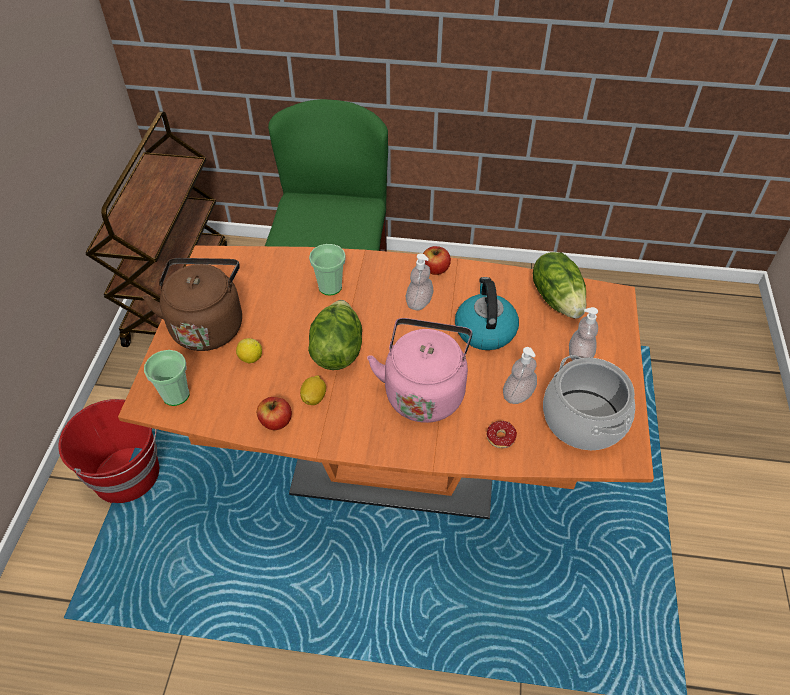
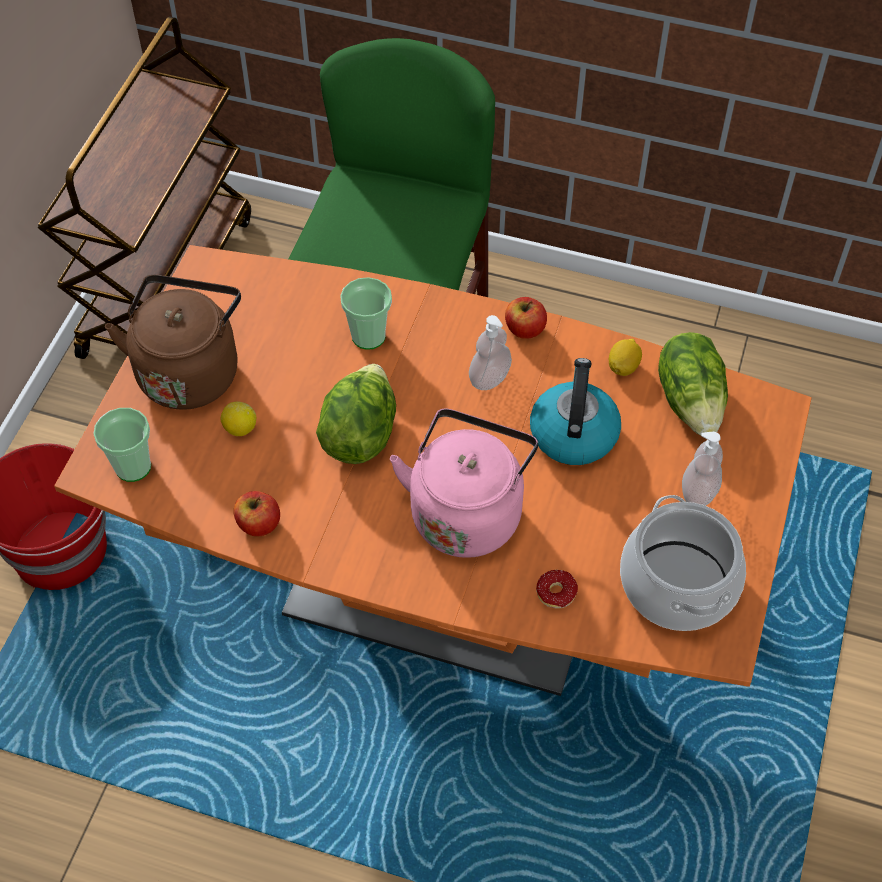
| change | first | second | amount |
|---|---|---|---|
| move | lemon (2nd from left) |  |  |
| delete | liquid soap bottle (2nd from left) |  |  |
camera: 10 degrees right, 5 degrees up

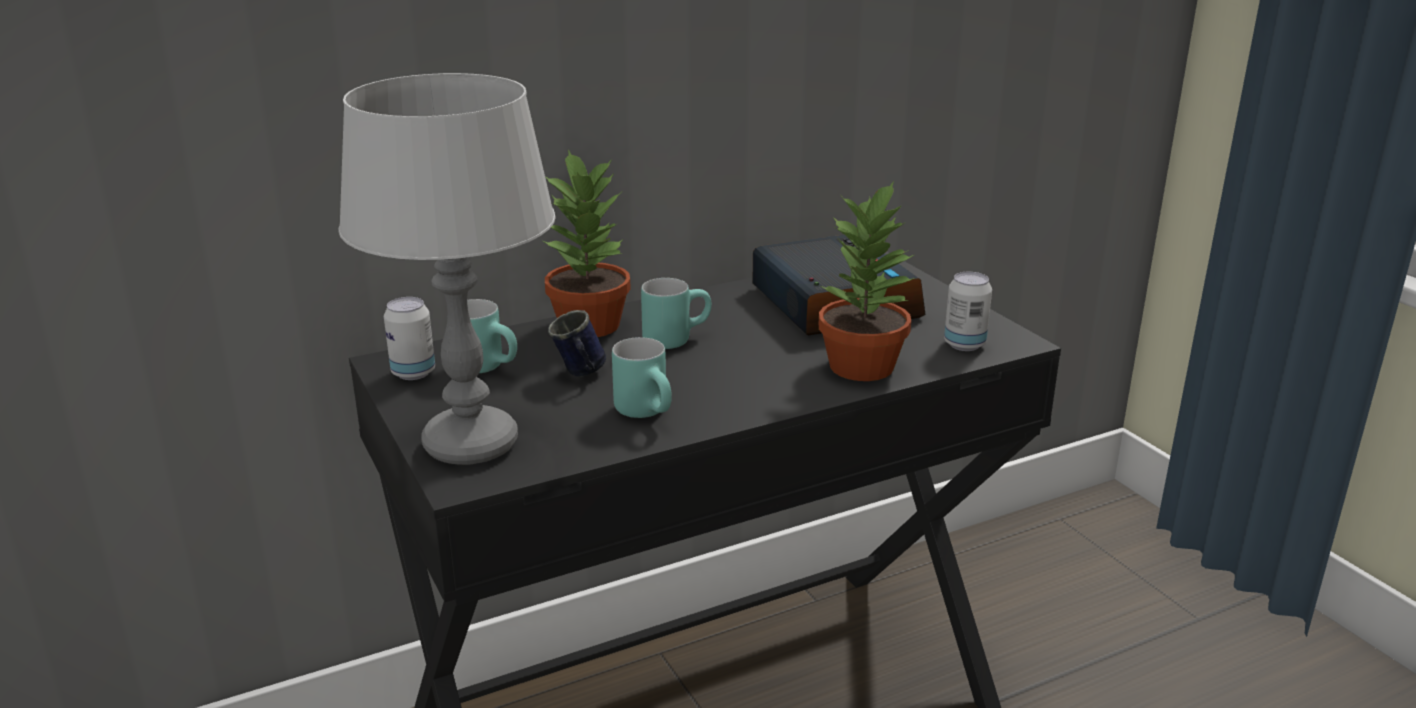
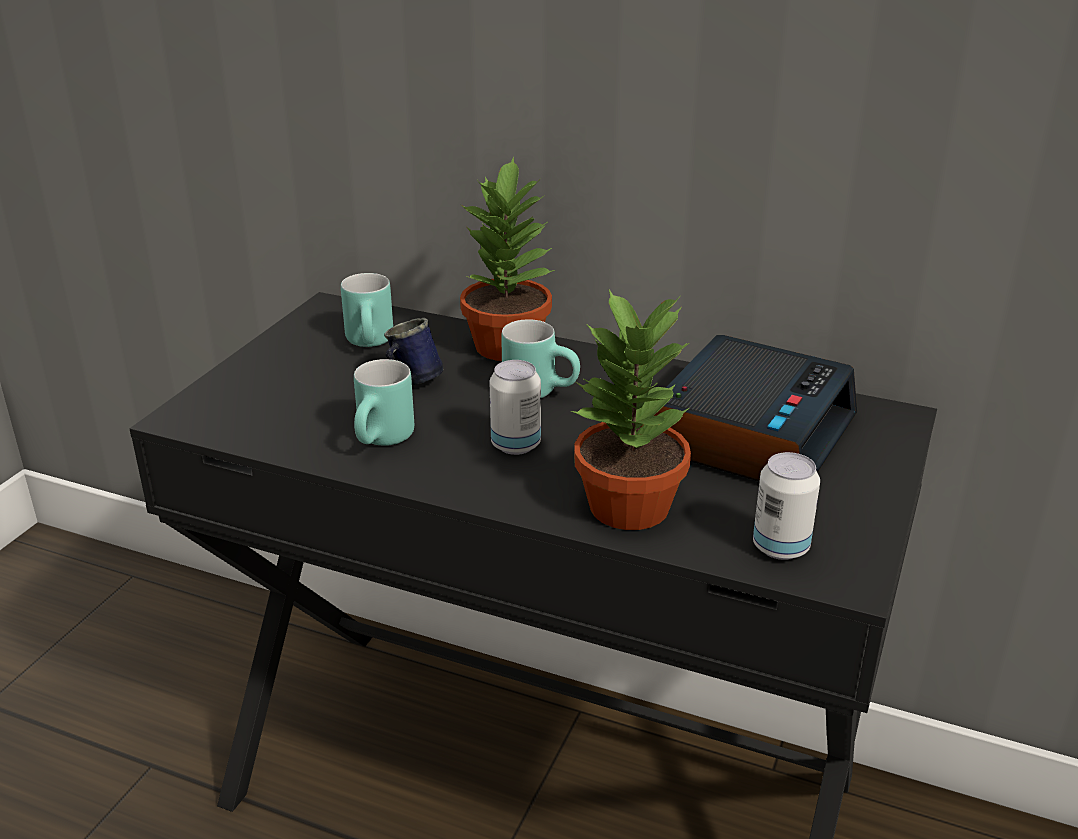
| change | first | second | amount |
|---|---|---|---|
| move | sealed can (1st from left) |  |  |
| delete | table lamp (grey) |  |  |
camera: 50 degrees right, 5 degrees up

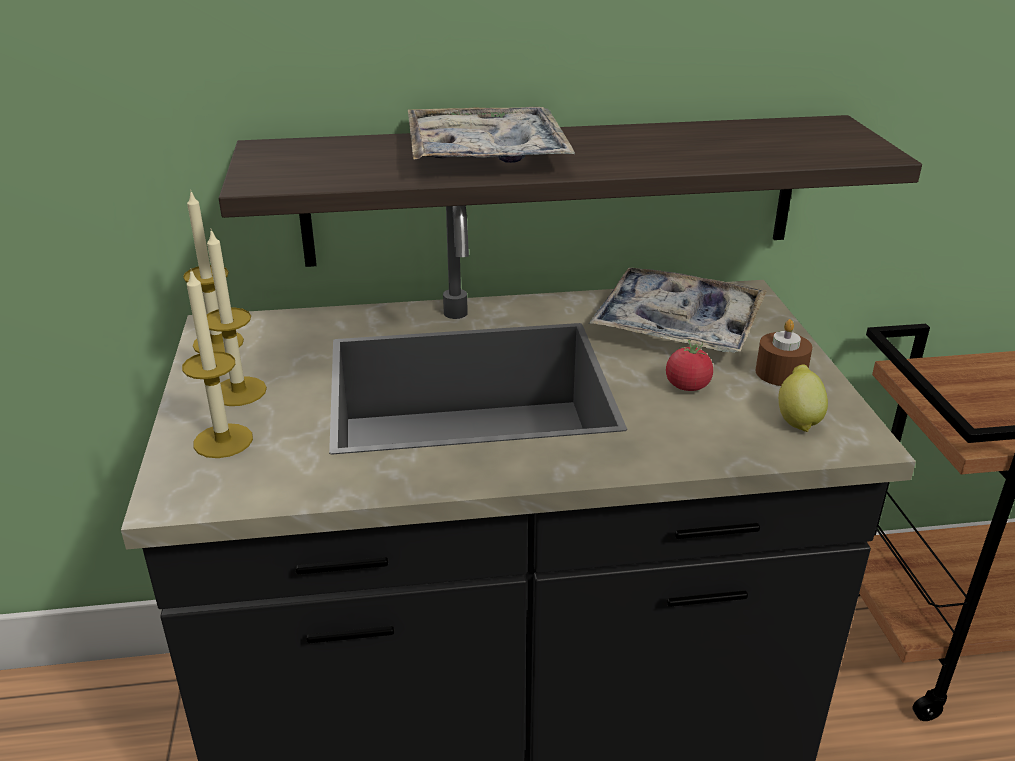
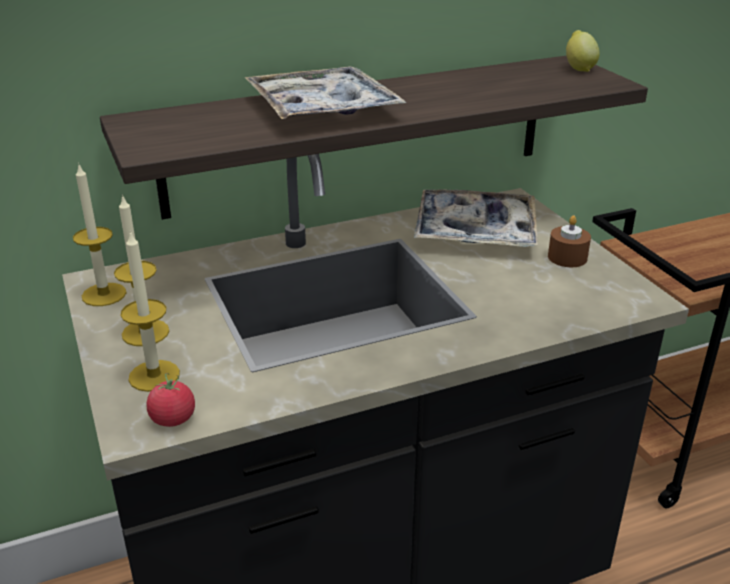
| change | first | second | amount |
|---|---|---|---|
| move | tomato |  |  |
| move | lemon |  |  |
camera: 15 degrees left, 0 degrees up

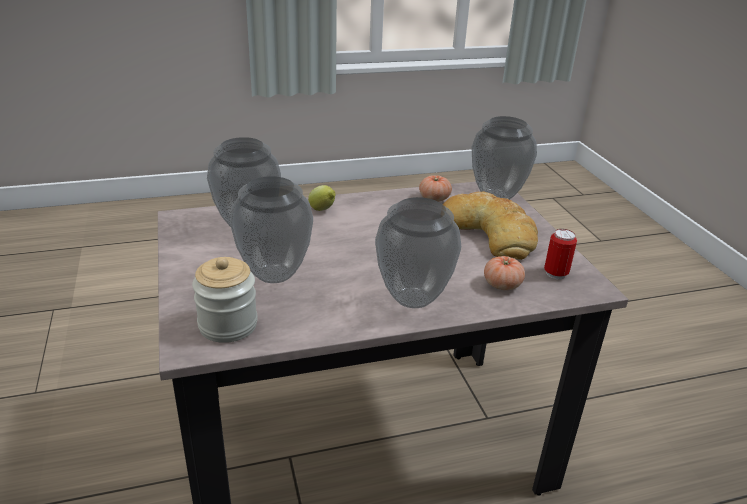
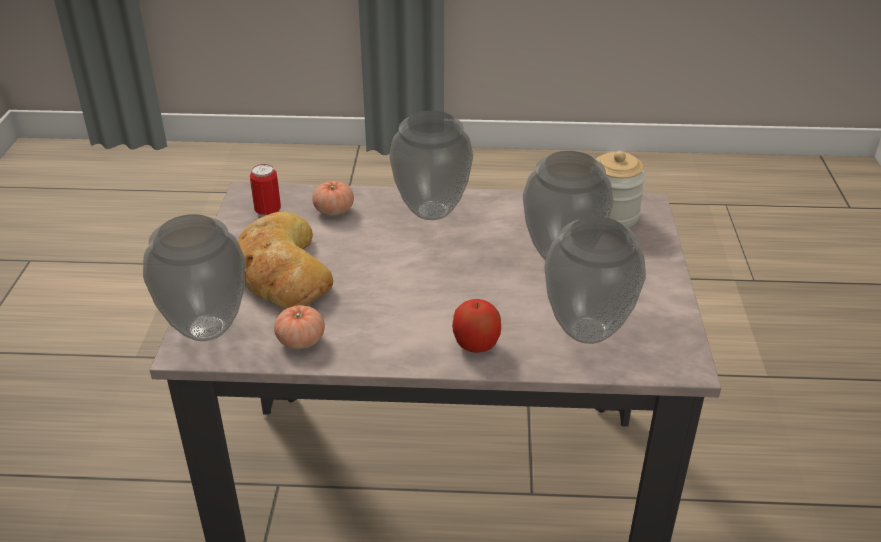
| change | first | second | amount |
|---|---|---|---|
| replace | lemon | whole apple |  |
camera: 160 degrees left, 5 degrees up

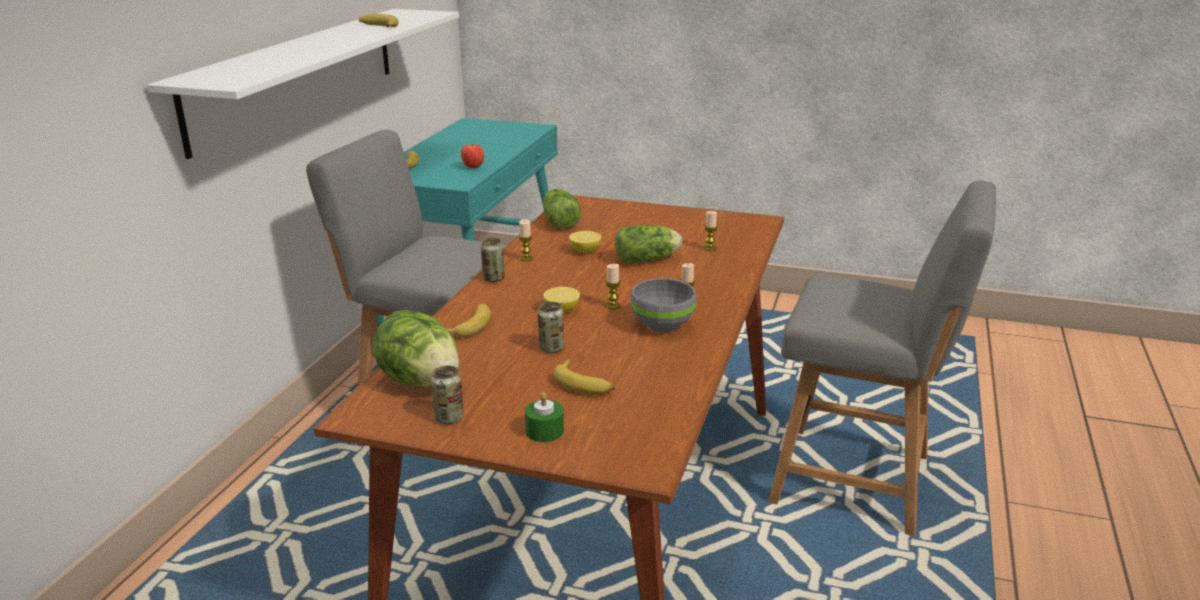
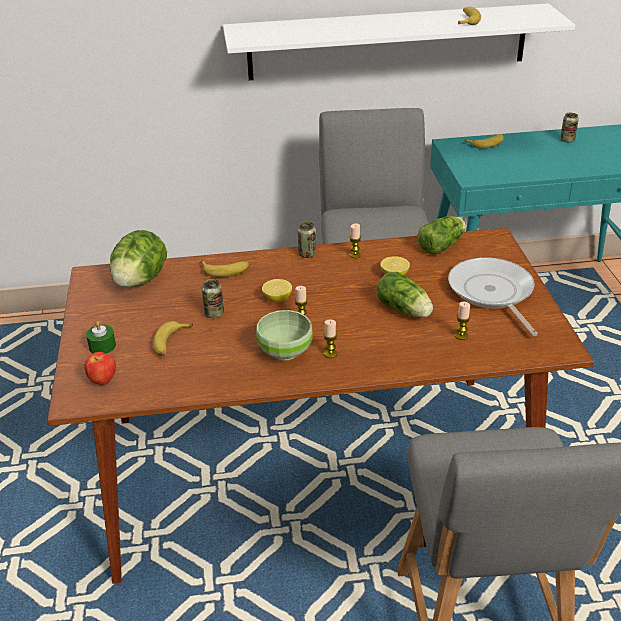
| change | first | second | amount |
|---|---|---|---|
| move | whole apple |  |  |
| recolor | deep dish (grey) | deep dish (green) |  |
| insert |  | frying pan |  |
| move | sealed can (1st from left in the first image) | sealed can (3rd from left) |  |
camera: 65 degrees right, 10 degrees up

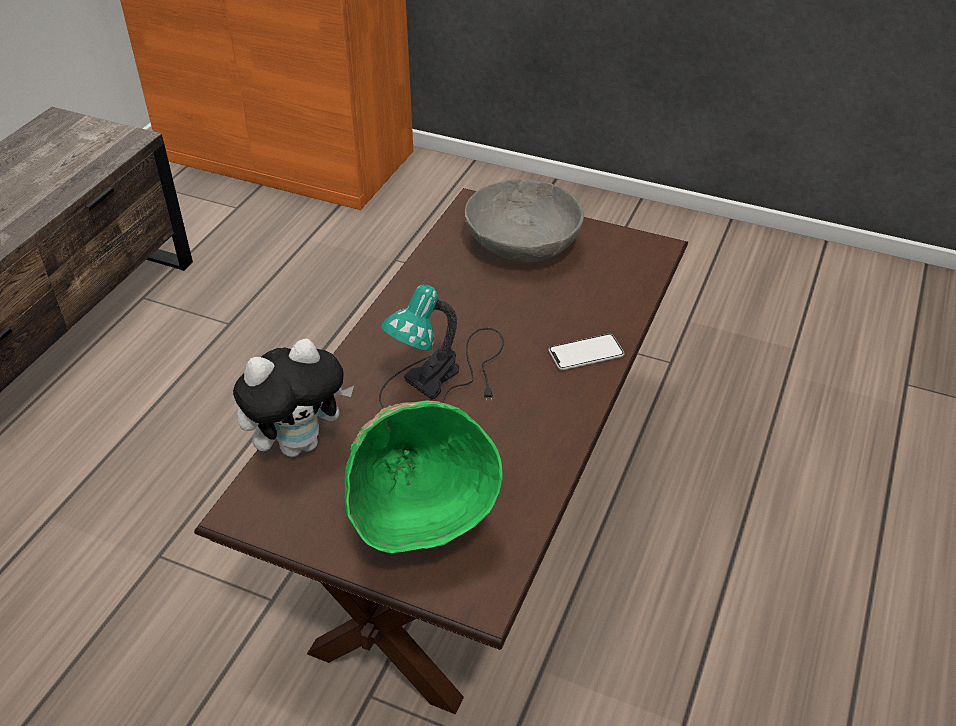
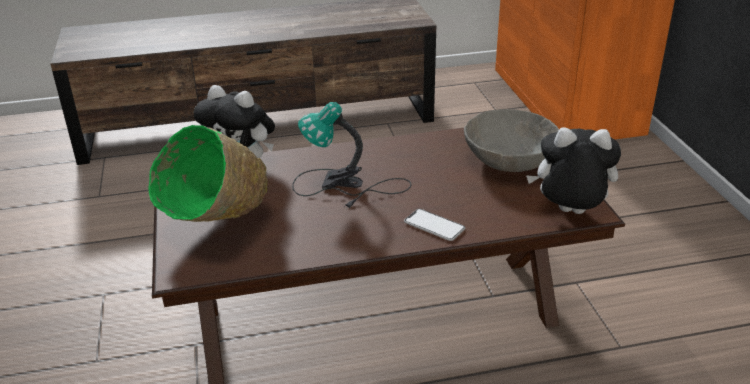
| change | first | second | amount |
|---|---|---|---|
| insert |  | cuddly toy (2nd from left) |  |
camera: 55 degrees right, 10 degrees down

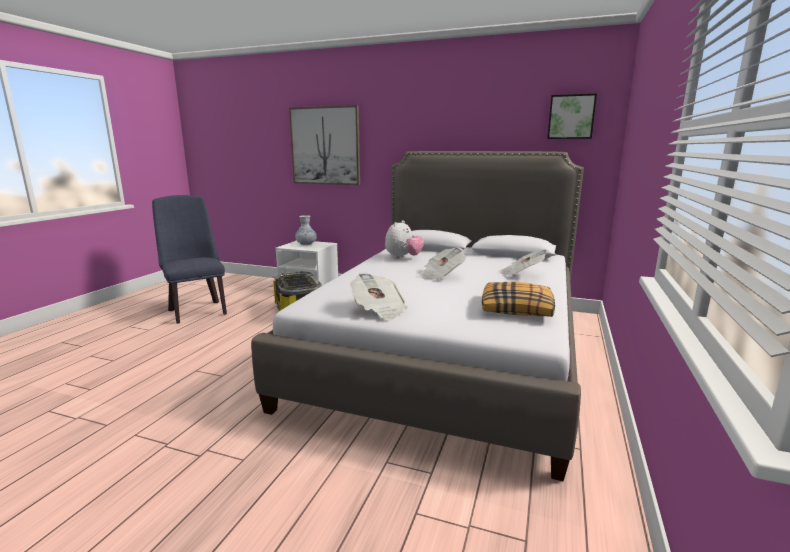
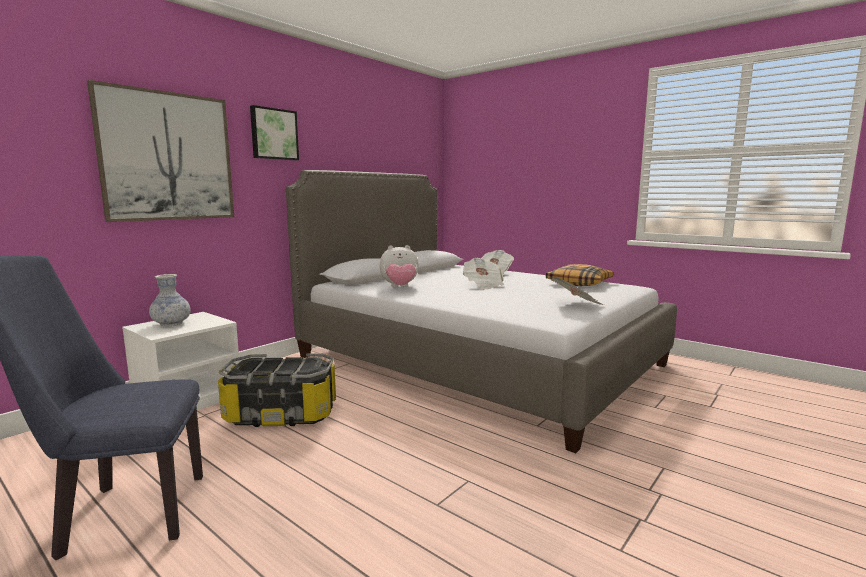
| change | first | second | amount |
|---|---|---|---|
| move | wall art (2nd from left) |  |  |
| rotate | cuddly toy |  | 120 degrees clockwise |
camera: 70 degrees left, 5 degrees down

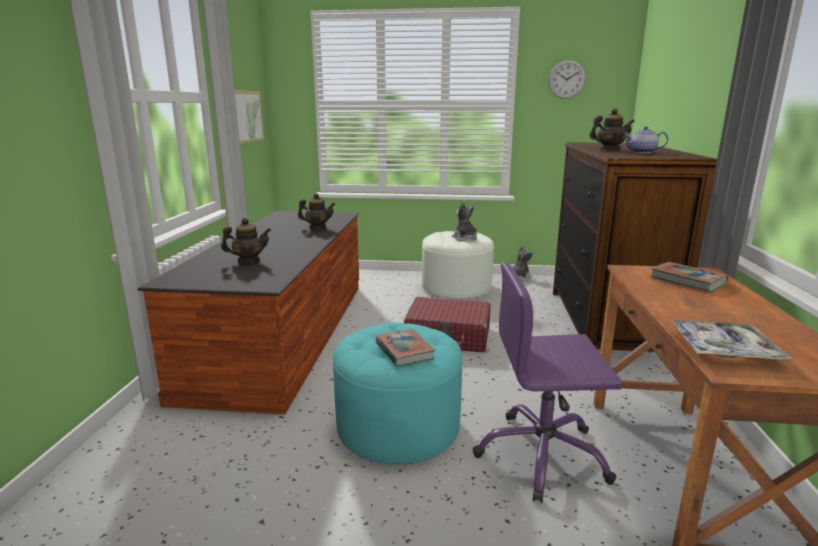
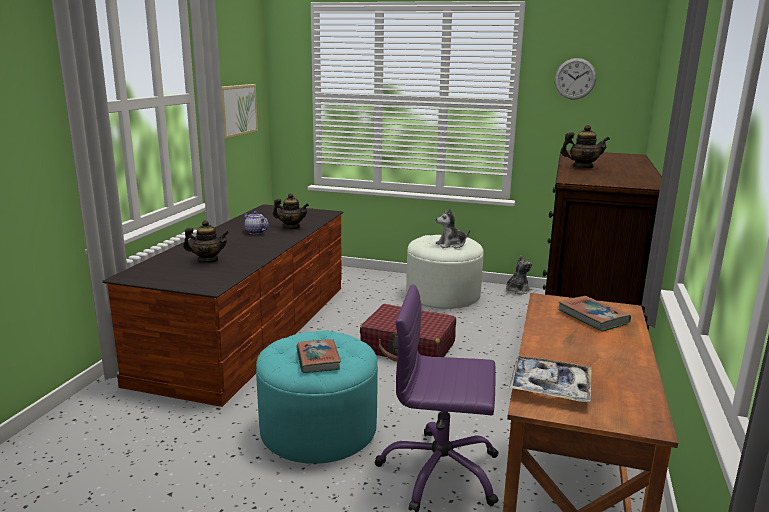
| change | first | second | amount |
|---|---|---|---|
| move | teapot (4th from left in the first image) | teapot (2nd from left) |  |
| rotate | cuddly toy (1st from left) |  | 90 degrees counterclockwise |
camera: 10 degrees right, 0 degrees up

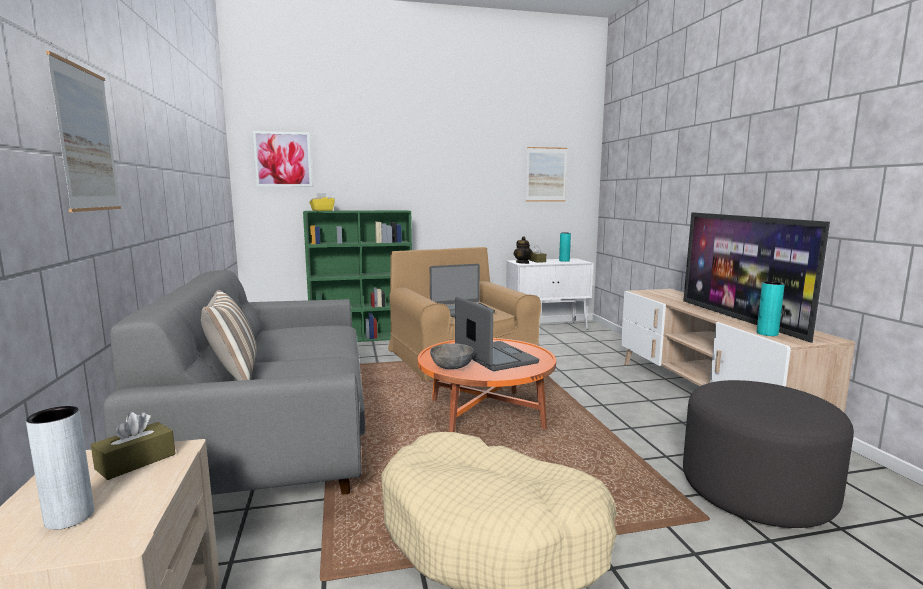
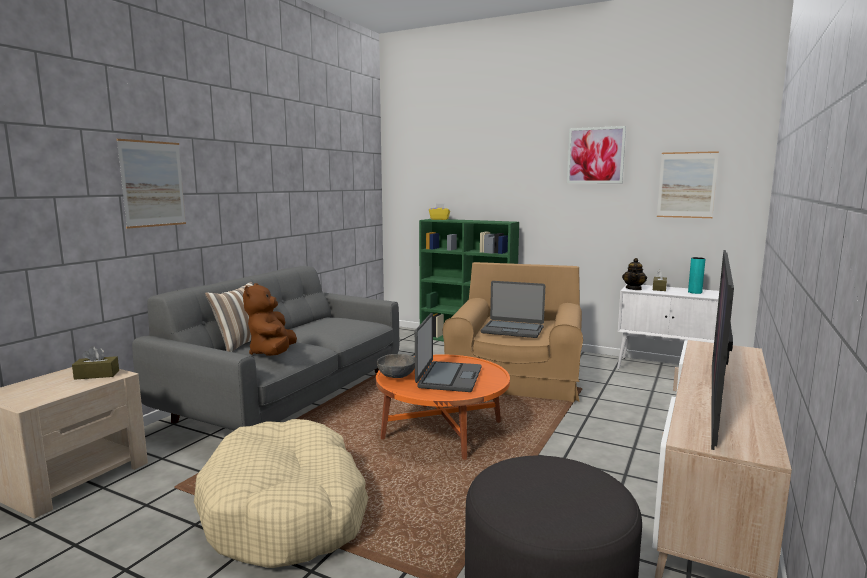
| change | first | second | amount |
|---|---|---|---|
| insert |  | cuddly toy (brownish) |  |
| move | wall art (2nd from left) |  |  |
| delete | vase (grey) |  |  |
| delete | vase (turquoise-coloured) (2nd from left) |  |  |
camera: 40 degrees right, 0 degrees up

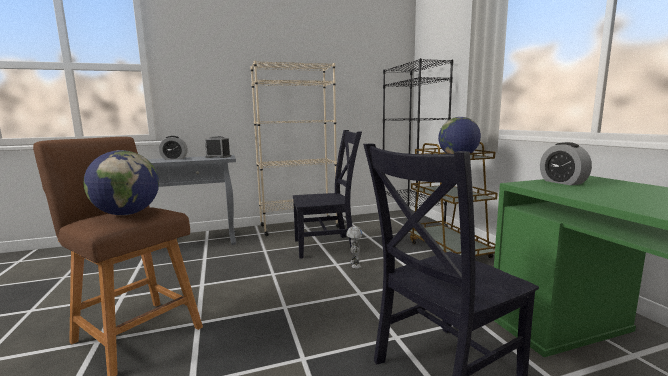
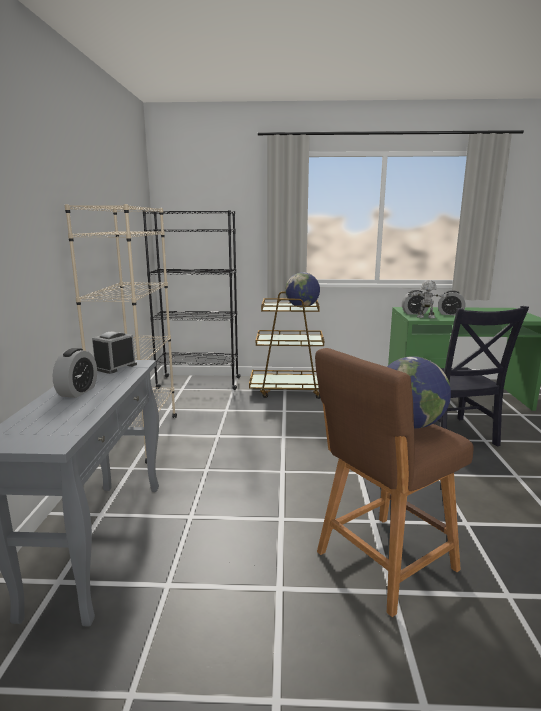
| change | first | second | amount |
|---|---|---|---|
| move | robot figure |  |  |
| insert |  | alarm clock (4th from left) |  |
| delete | plain chair (black) (1st from left) |  |  |
camera: 70 degrees left, 5 degrees up

